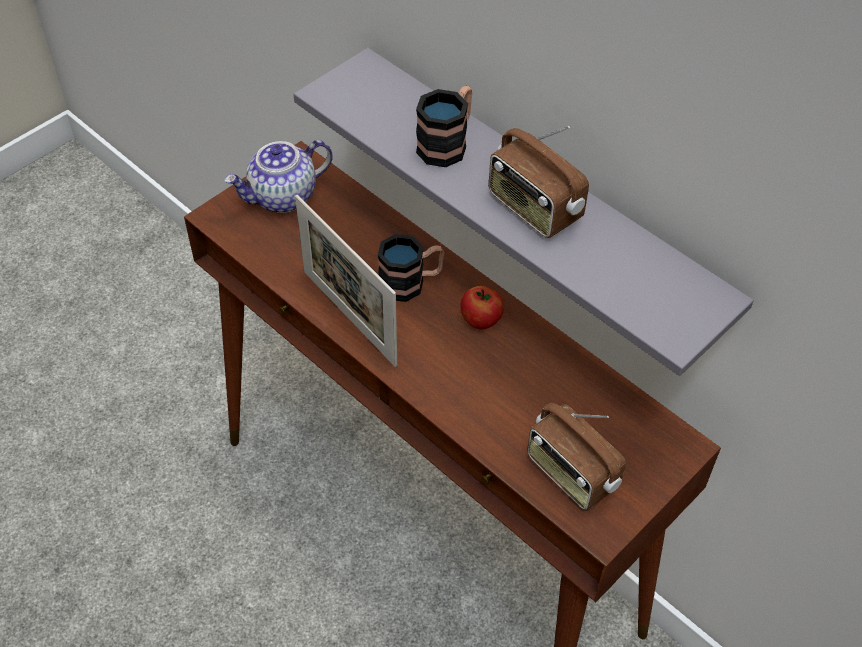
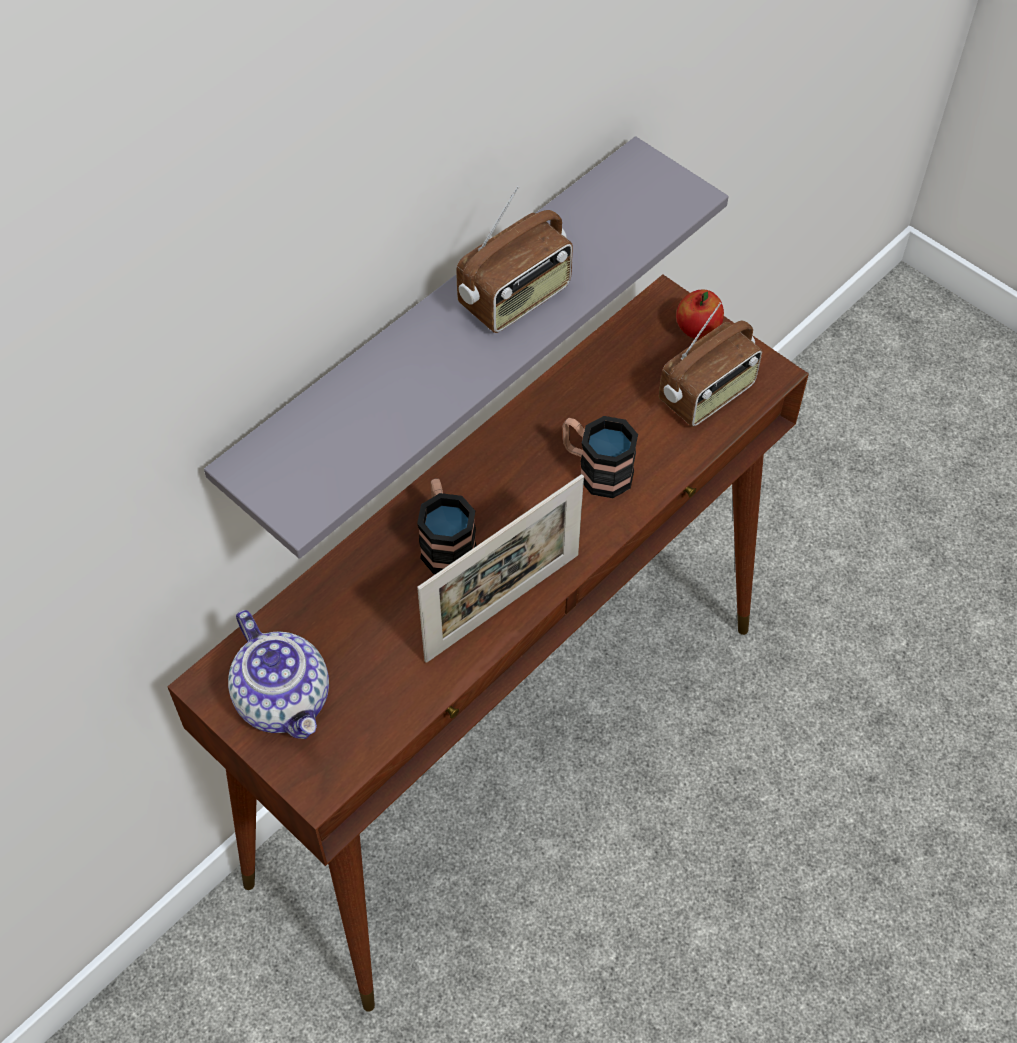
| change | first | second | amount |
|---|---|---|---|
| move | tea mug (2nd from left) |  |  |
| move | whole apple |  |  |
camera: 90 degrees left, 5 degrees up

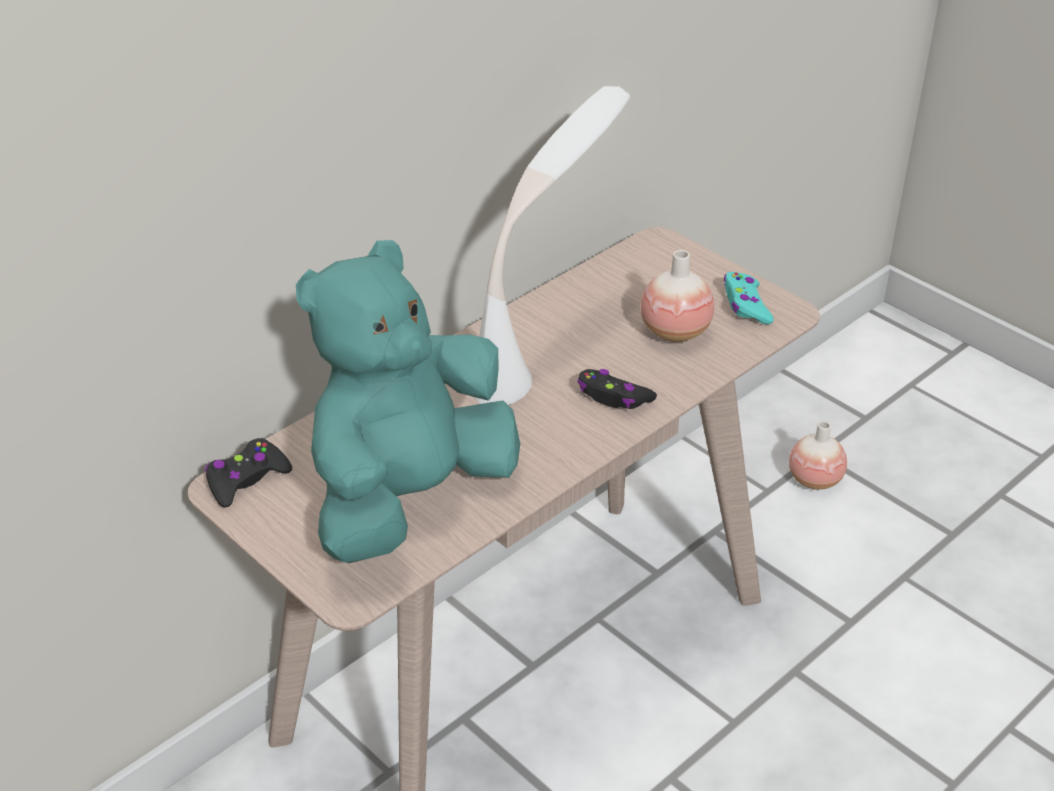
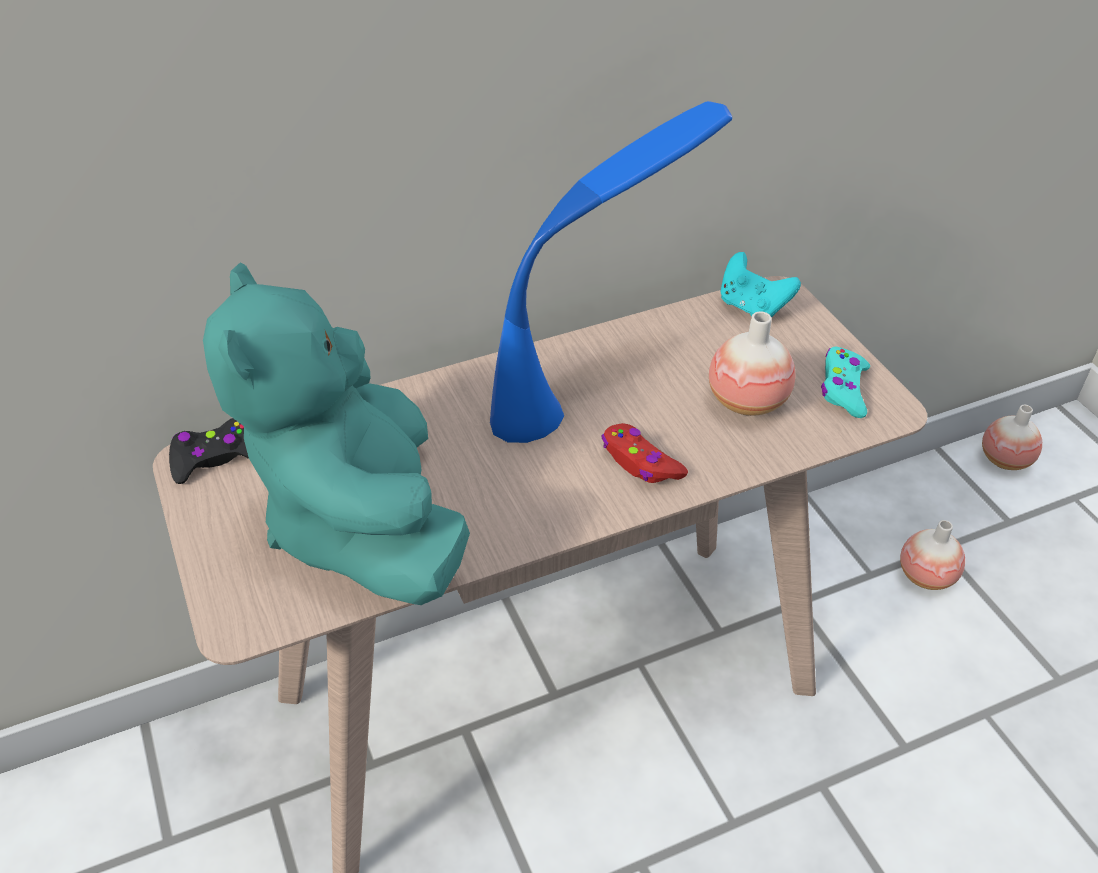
| change | first | second | amount |
|---|---|---|---|
| rotate | cuddly toy (turquoise-coloured) |  | 75 degrees counterclockwise |
| recolor | table lamp (whitish) | table lamp (blue) |  |
| recolor | gamepad (black) (2nd from left) | gamepad (reddish) |  |
| insert |  | gamepad (turquoise-coloured) (1st from left) |  |
| insert |  | vase (3rd from left) |  |
camera: 20 degrees right, 5 degrees up

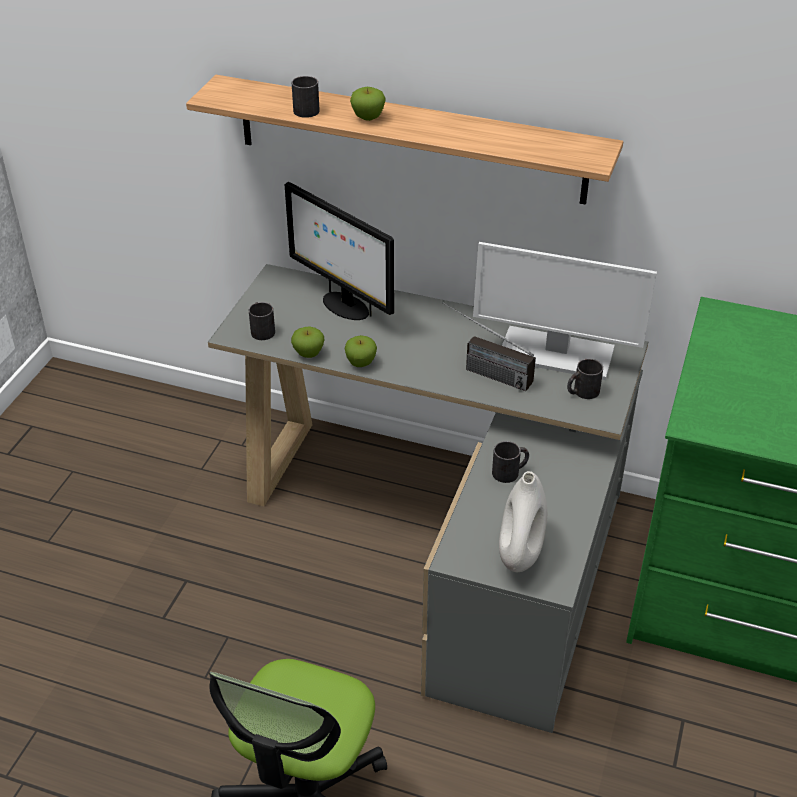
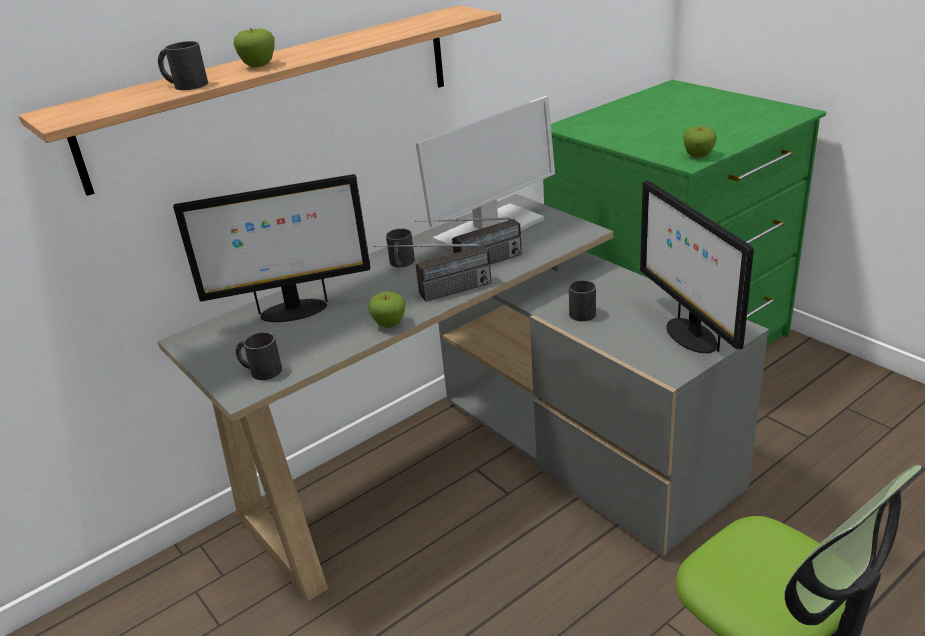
| change | first | second | amount |
|---|---|---|---|
| insert |  | radio set (1st from left) |  |
| move | tea mug (black) (4th from left in the first image) | tea mug (black) (3rd from left) |  |
| replace | vase (whitish) | computer display (3rd from left) |  |
| move | whole apple (1st from left in the first image) | whole apple (3rd from left) |  |
camera: 55 degrees left, 10 degrees down

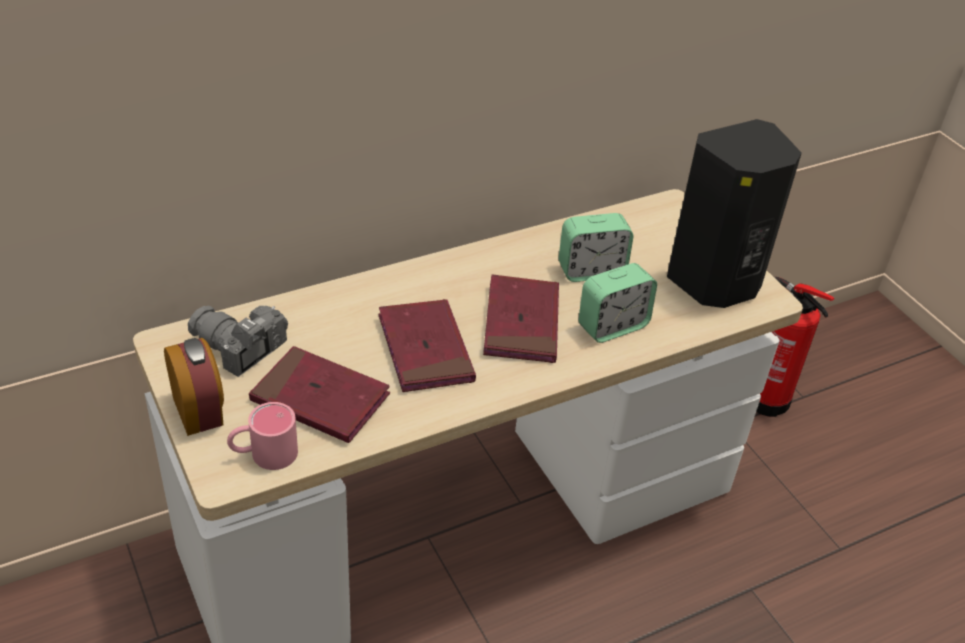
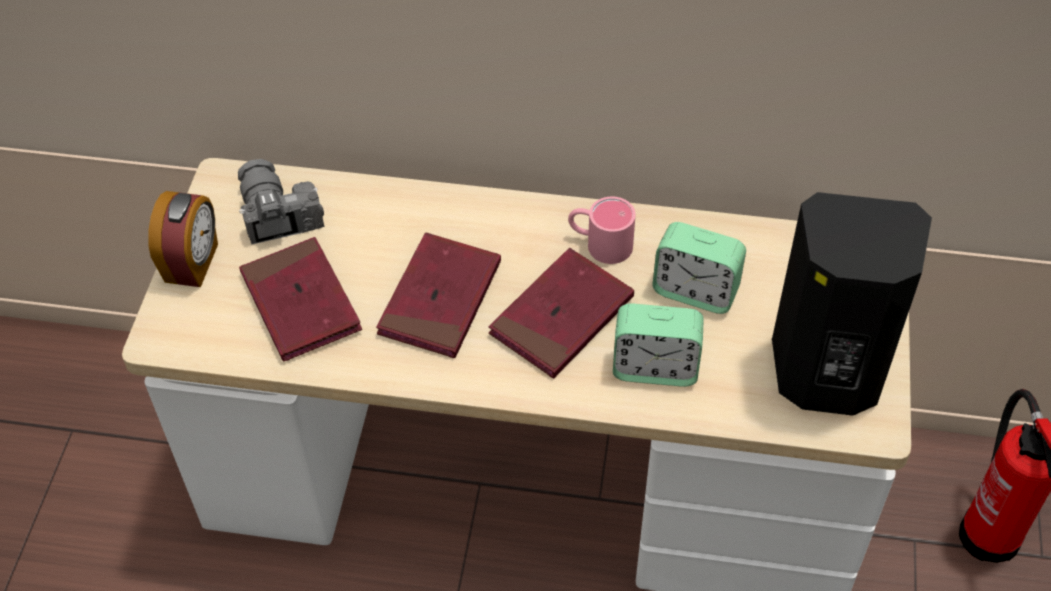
| change | first | second | amount |
|---|---|---|---|
| move | tea mug (pink-coloured) |  |  |
camera: 40 degrees right, 10 degrees up

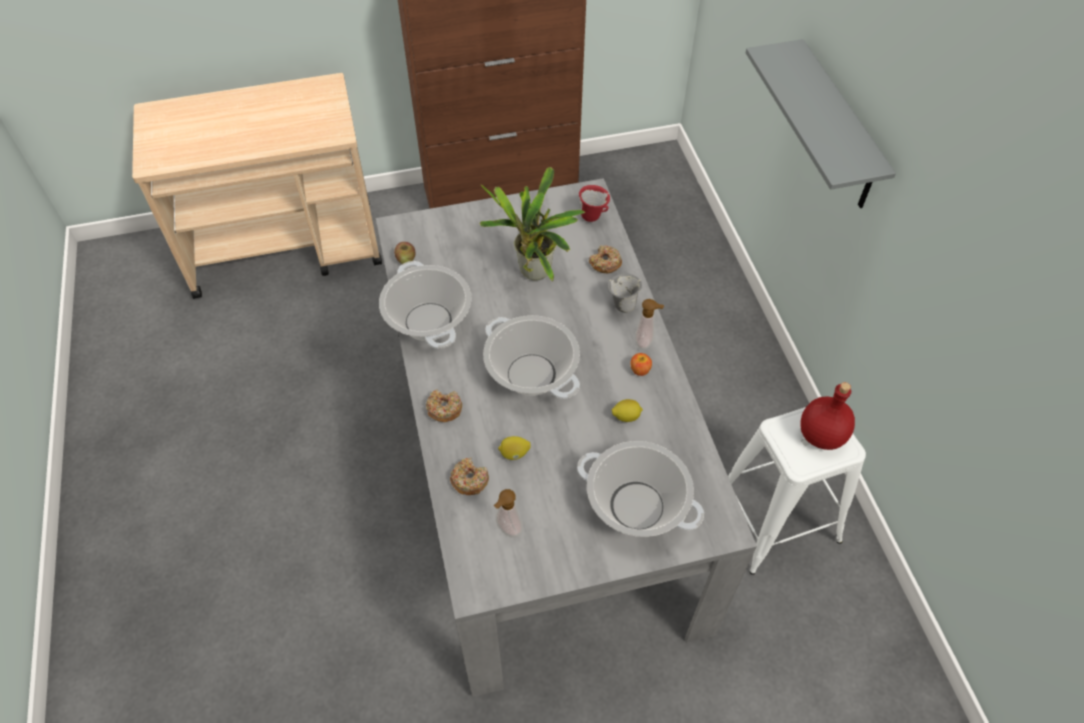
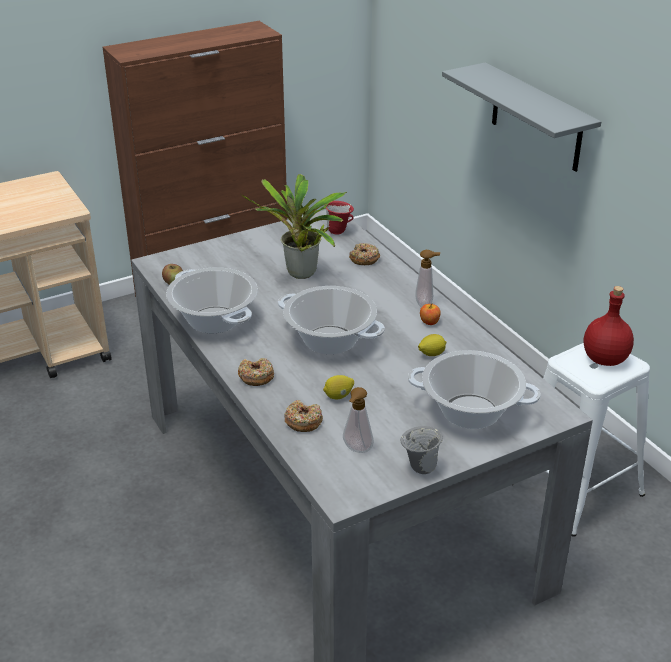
| change | first | second | amount |
|---|---|---|---|
| move | tea mug (grey) |  |  |
camera: 15 degrees left, 20 degrees down

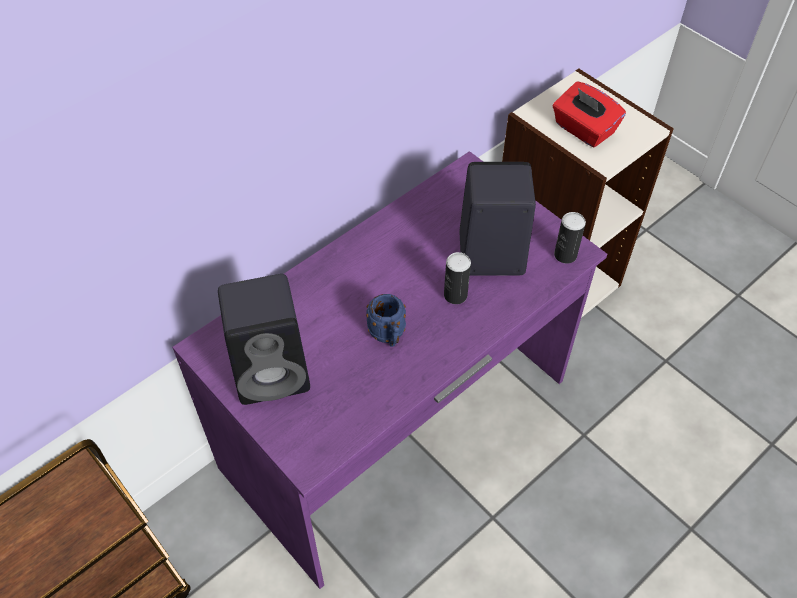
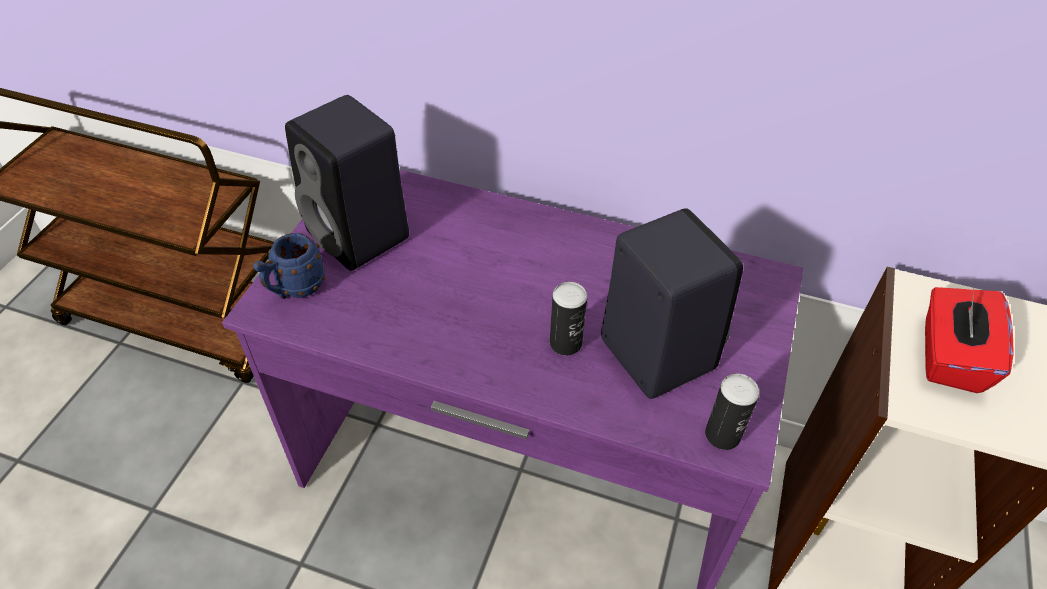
| change | first | second | amount |
|---|---|---|---|
| move | tea mug (blue) |  |  |
camera: 60 degrees right, 5 degrees down

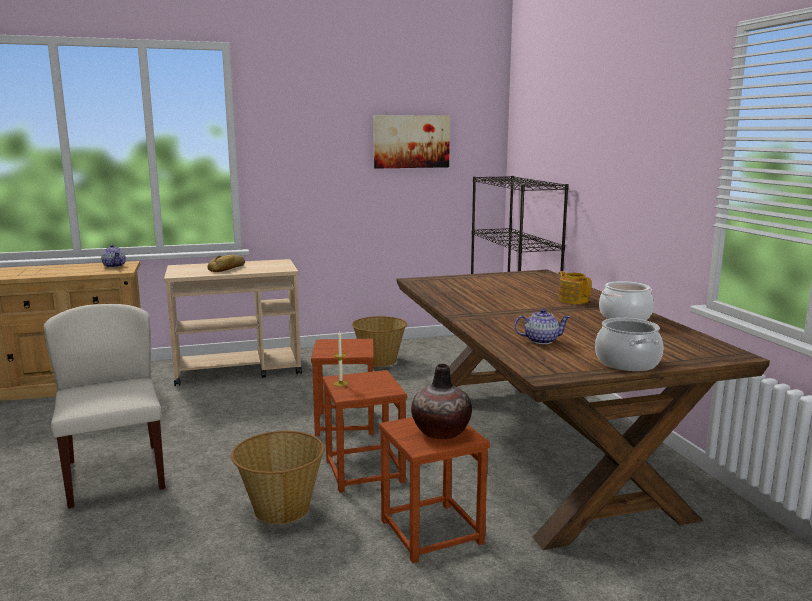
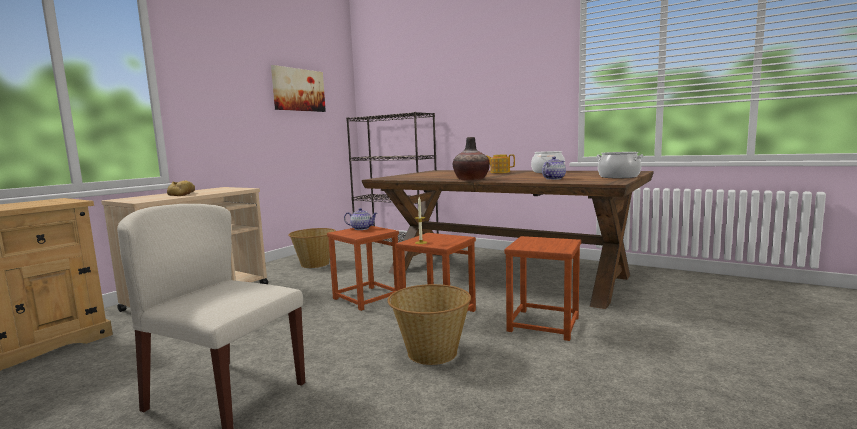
| change | first | second | amount |
|---|---|---|---|
| move | teapot (1st from left) |  |  |
| move | vase |  |  |
camera: 40 degrees left, 5 degrees down

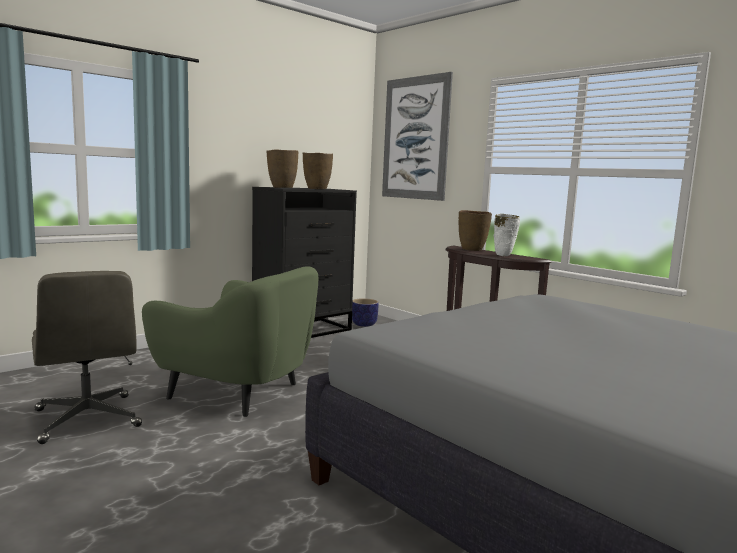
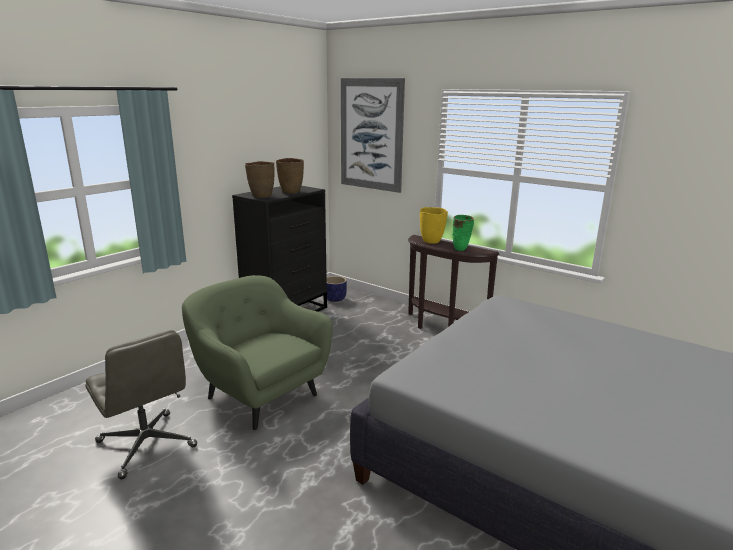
| change | first | second | amount |
|---|---|---|---|
| rotate | easy chair (green) |  | 150 degrees counterclockwise |
| recolor | vase (brownish) (3rd from left) | vase (yellow-coloured) |  |
| recolor | vase (whitish) | vase (green) |  |
camera: 10 degrees left, 10 degrees up

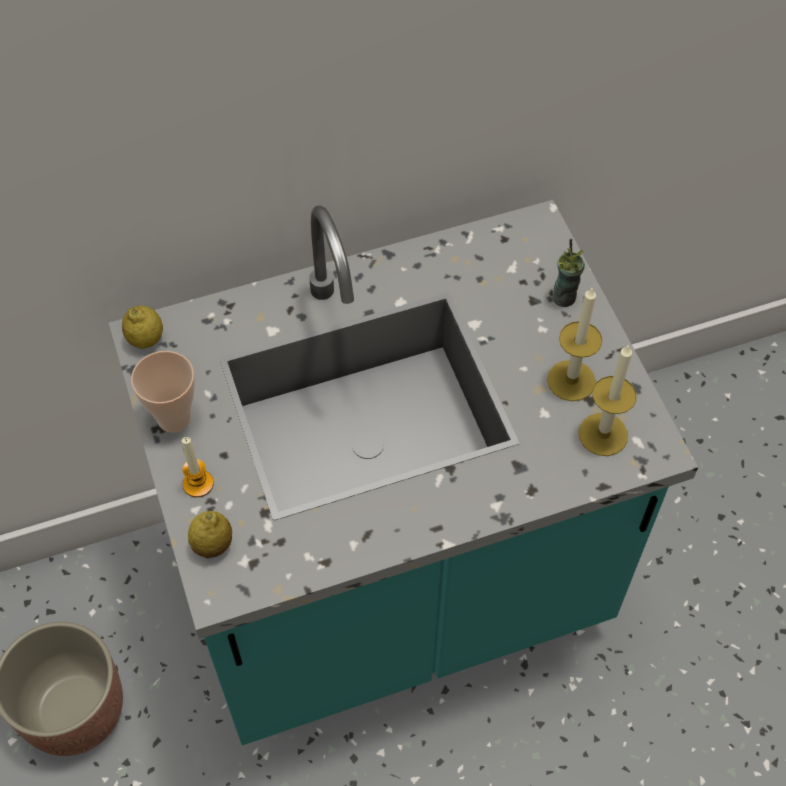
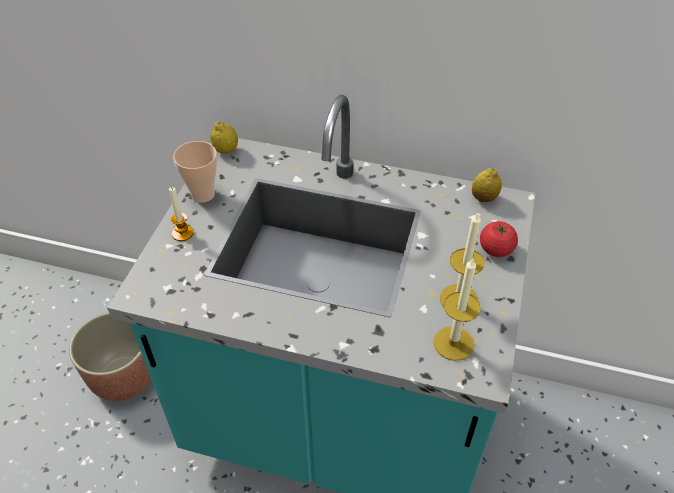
| change | first | second | amount |
|---|---|---|---|
| move | lemon (2nd from left) |  |  |
| replace | small cup (2nd from left) | tomato |  |
camera: 35 degrees right, 10 degrees down

